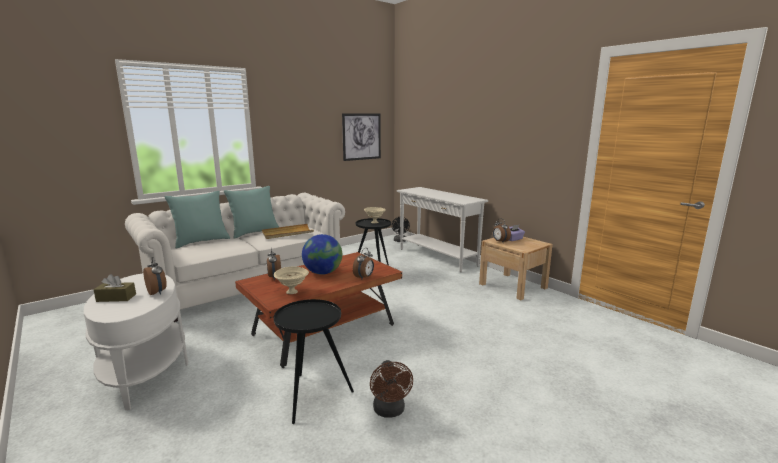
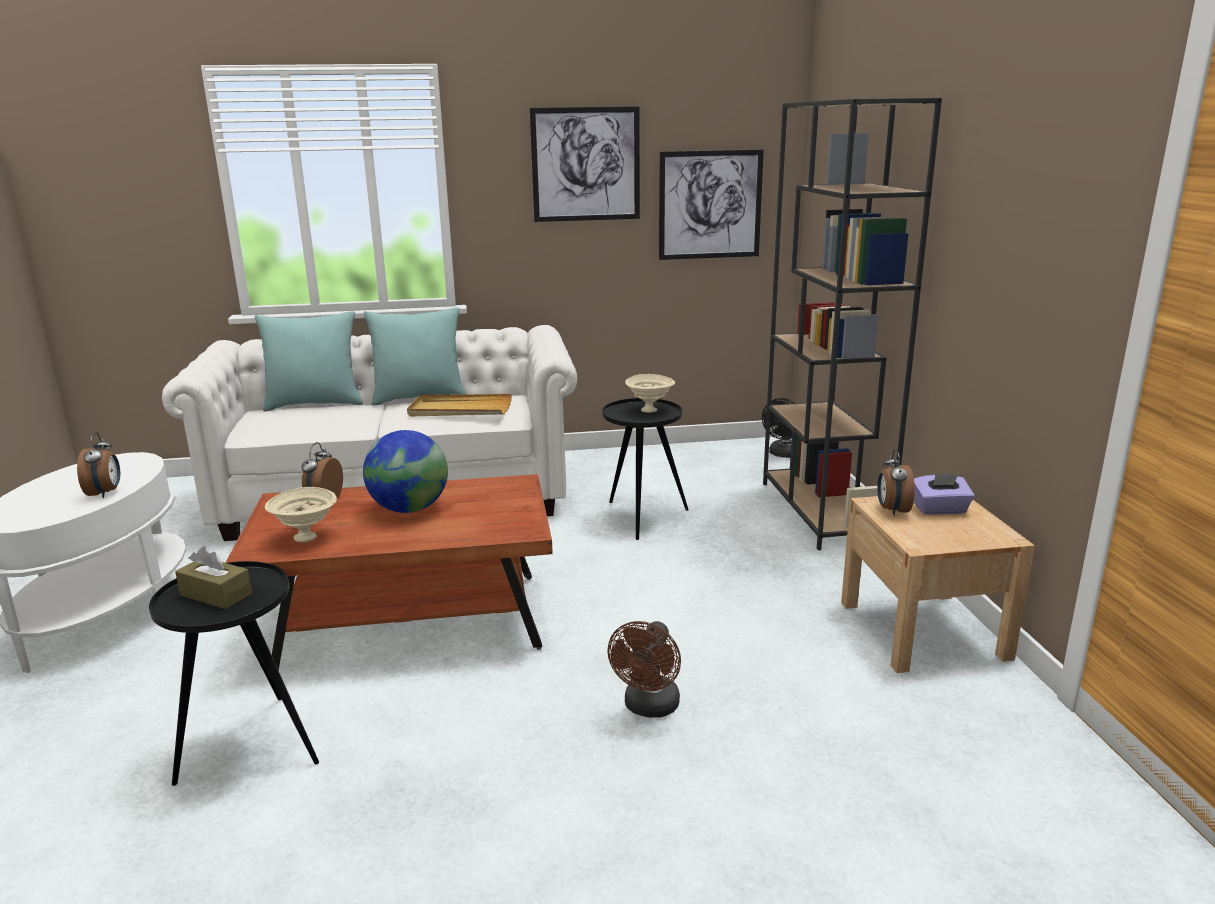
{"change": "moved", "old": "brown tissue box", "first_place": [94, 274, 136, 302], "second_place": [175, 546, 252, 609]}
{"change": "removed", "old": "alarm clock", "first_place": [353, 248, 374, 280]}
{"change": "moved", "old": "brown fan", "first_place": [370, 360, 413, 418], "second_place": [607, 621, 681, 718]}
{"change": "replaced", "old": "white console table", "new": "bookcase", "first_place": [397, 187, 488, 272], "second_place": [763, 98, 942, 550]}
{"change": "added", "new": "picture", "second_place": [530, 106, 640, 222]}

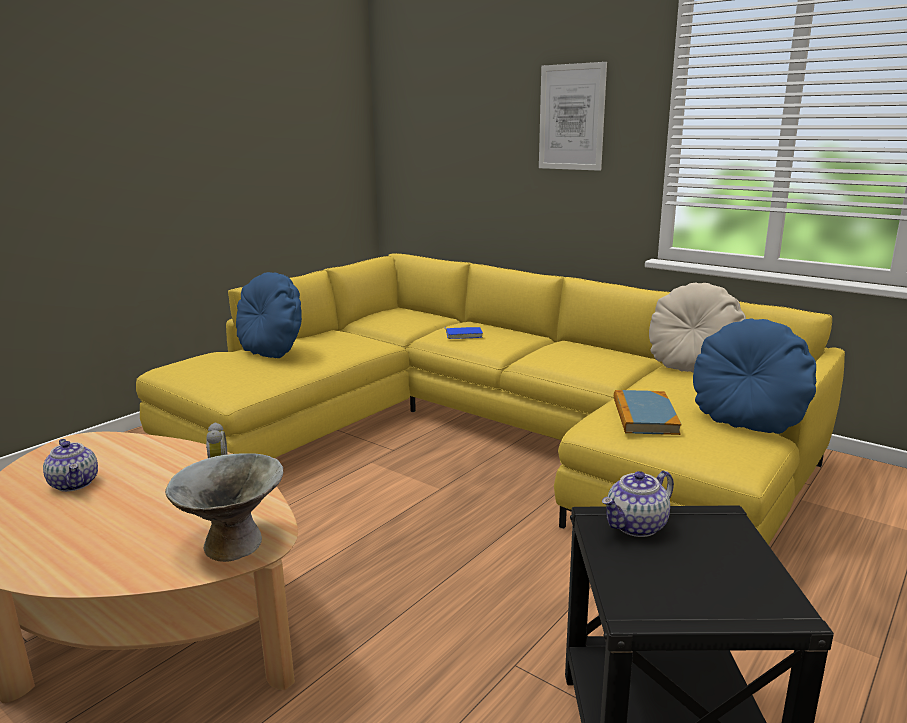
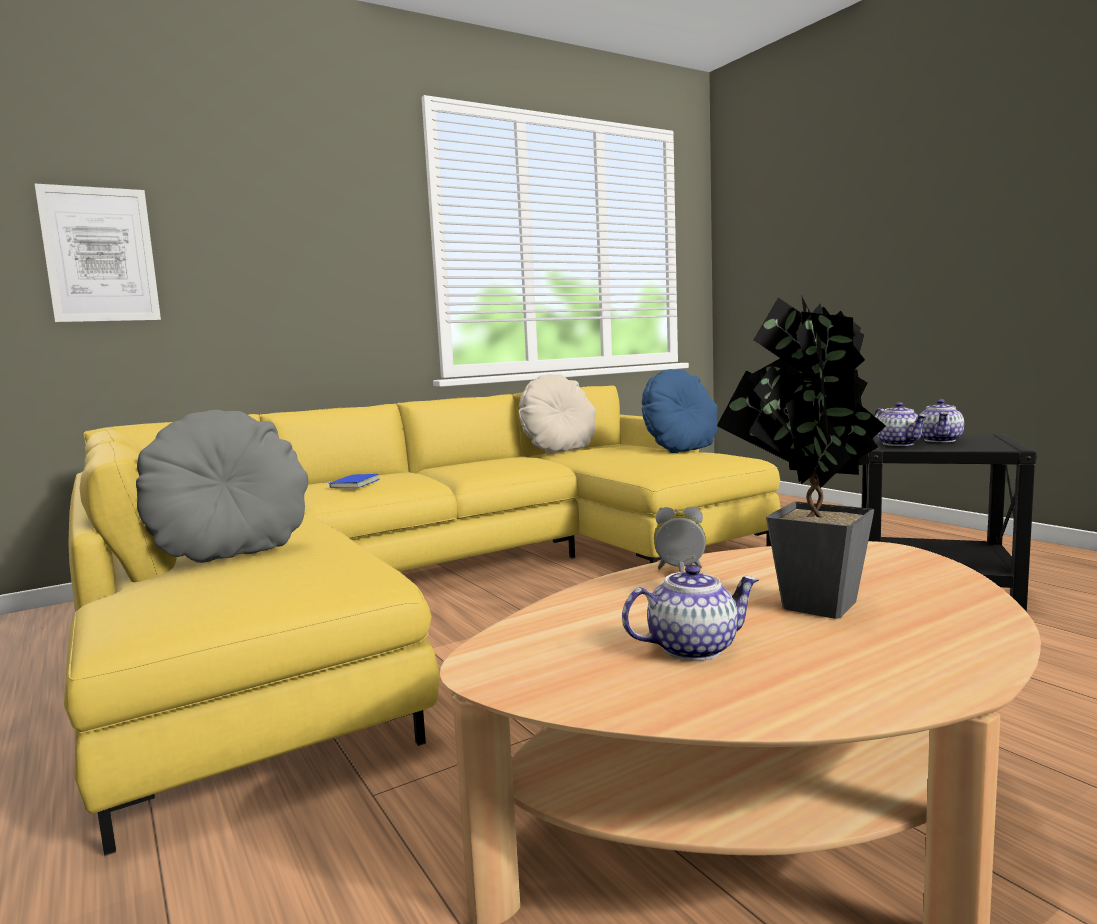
{"change": "removed", "old": "grey bowl", "first_place": [165, 453, 284, 562]}
{"change": "recoloured", "old": "blue pillow", "new": "grey pillow", "first_place": [236, 272, 302, 358], "second_place": [136, 410, 308, 563]}
{"change": "moved", "old": "picture", "first_place": [539, 62, 607, 171], "second_place": [35, 184, 161, 322]}
{"change": "removed", "old": "book", "first_place": [614, 390, 682, 435]}
{"change": "added", "new": "potted plant", "second_place": [717, 295, 886, 619]}
{"change": "added", "new": "teapot", "second_place": [920, 399, 964, 442]}

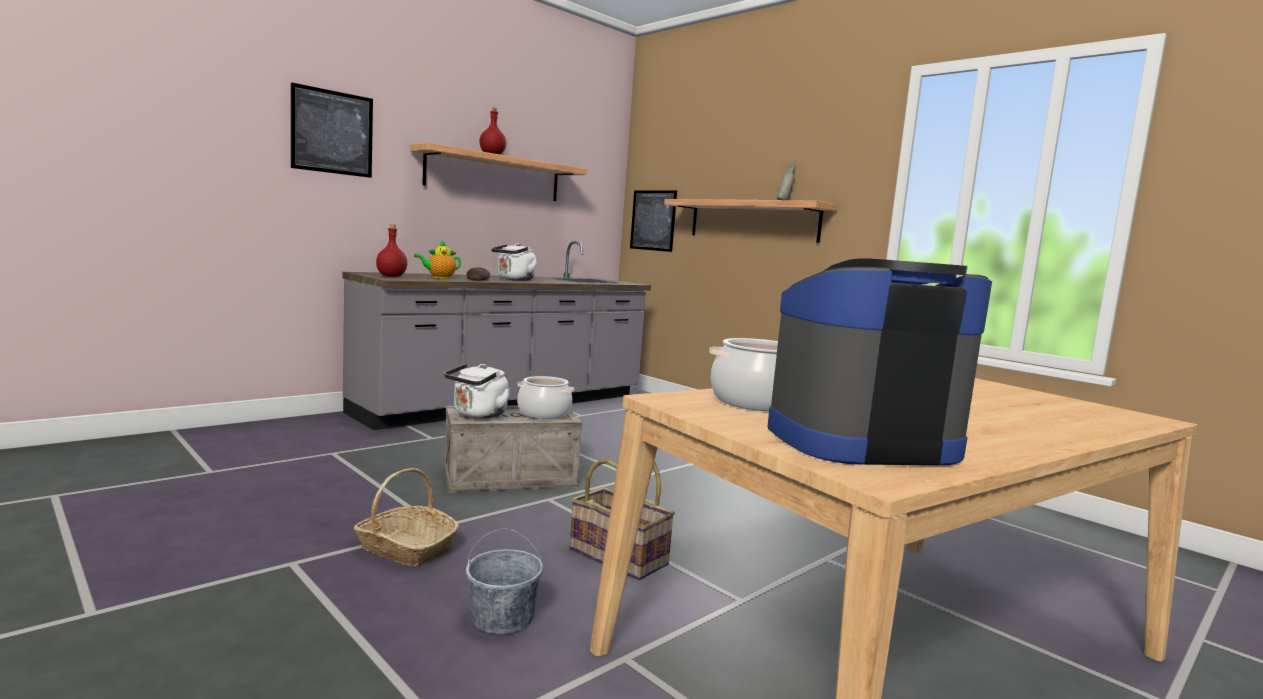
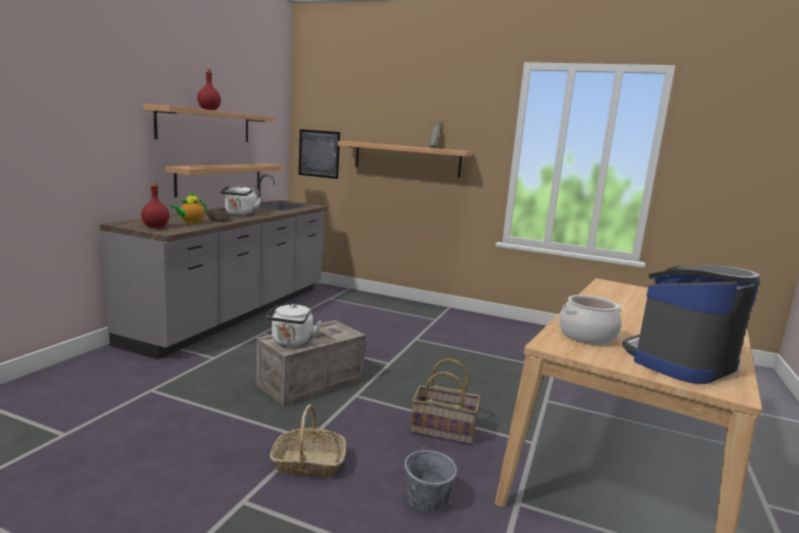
{"change": "removed", "old": "picture", "first_place": [291, 83, 373, 178]}
{"change": "removed", "old": "cooking pot", "first_place": [517, 376, 574, 419]}
{"change": "added", "new": "shelf", "second_place": [165, 164, 285, 197]}

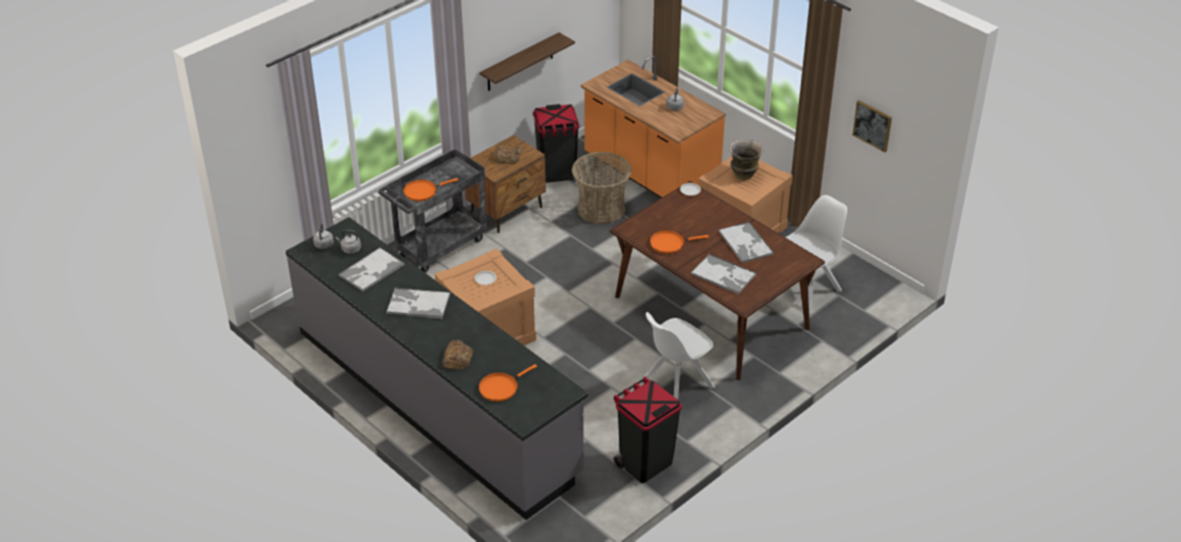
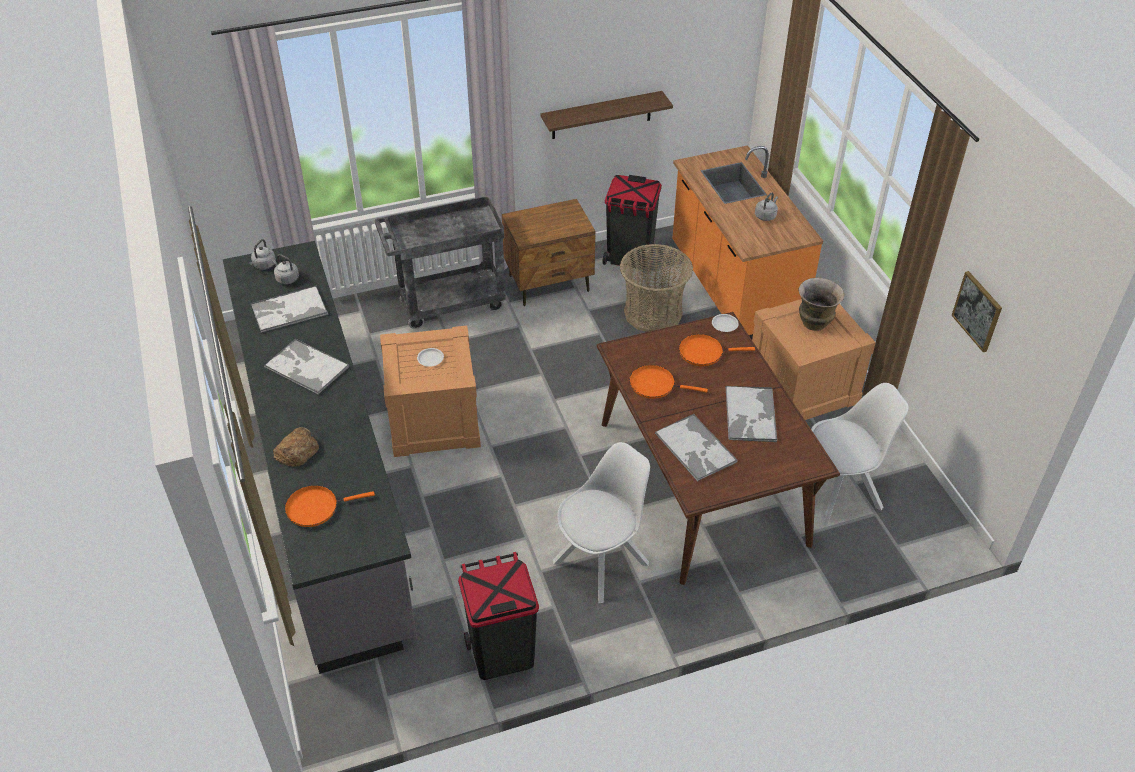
{"change": "moved", "old": "orange frying pan", "first_place": [403, 178, 458, 201], "second_place": [679, 334, 755, 366]}
{"change": "removed", "old": "bread", "first_place": [493, 146, 521, 164]}
{"change": "turned", "old": "white chair", "first_place": [641, 312, 715, 400], "second_place": [553, 442, 650, 603], "degrees": 150}

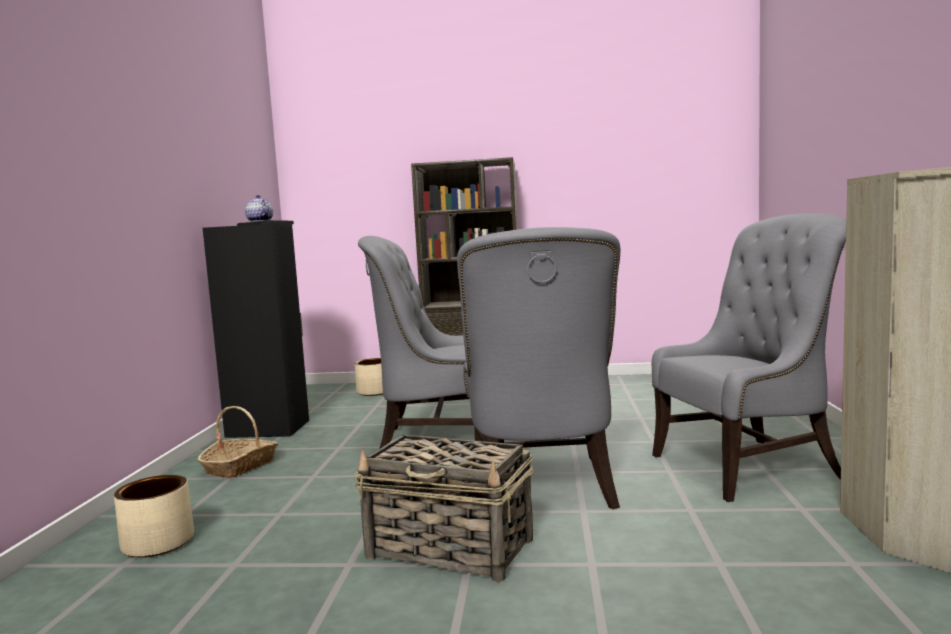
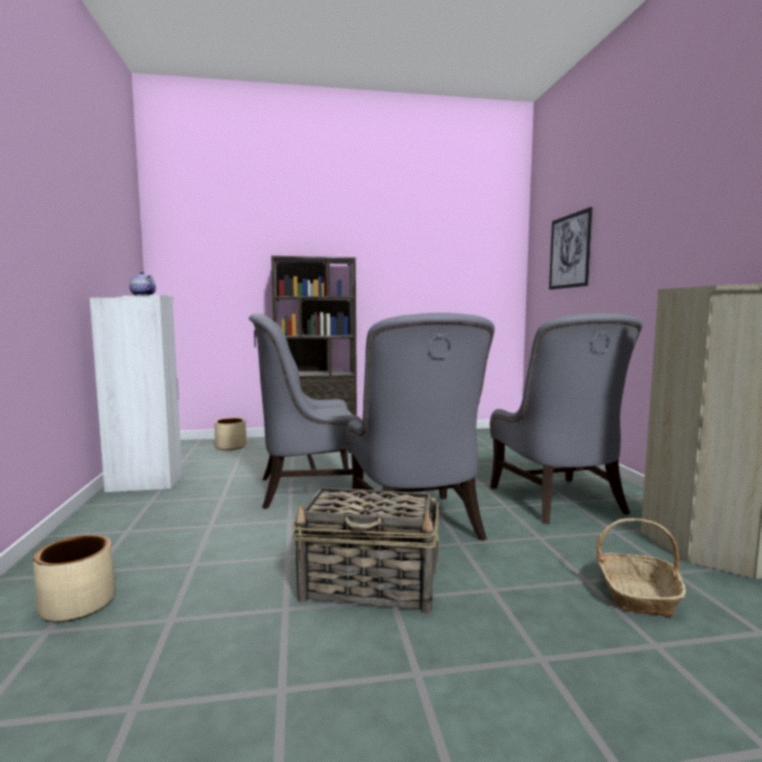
{"change": "moved", "old": "basket", "first_place": [198, 406, 278, 478], "second_place": [596, 518, 686, 617]}
{"change": "recoloured", "old": "black cabinet", "new": "white cabinet", "first_place": [203, 220, 309, 438], "second_place": [90, 295, 182, 492]}
{"change": "turned", "old": "grey chair", "first_place": [652, 213, 846, 502], "second_place": [490, 313, 643, 524], "degrees": 105}
{"change": "added", "new": "picture", "second_place": [549, 207, 592, 290]}

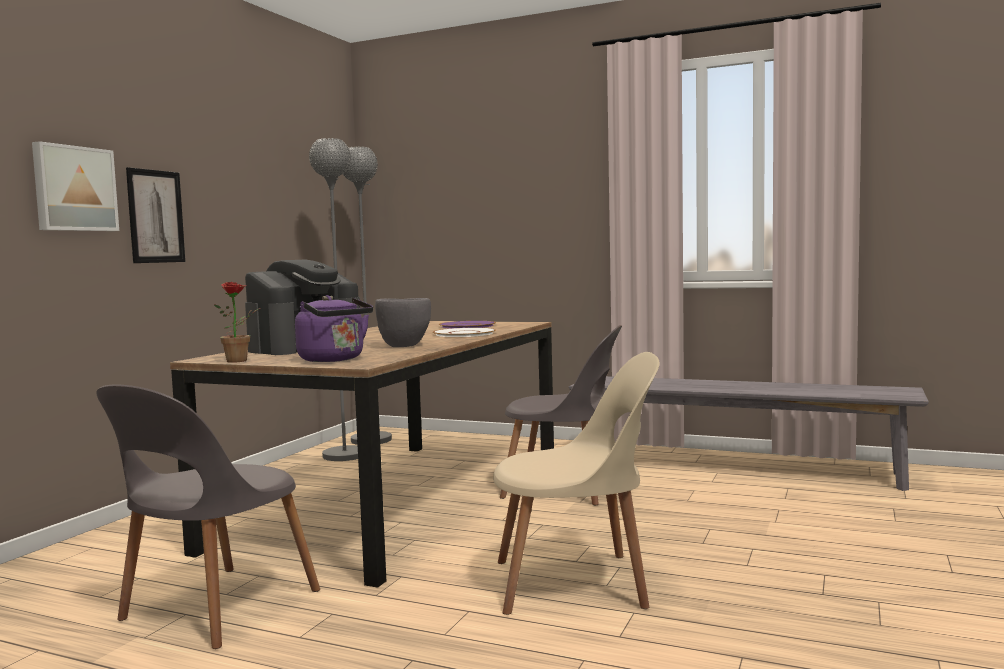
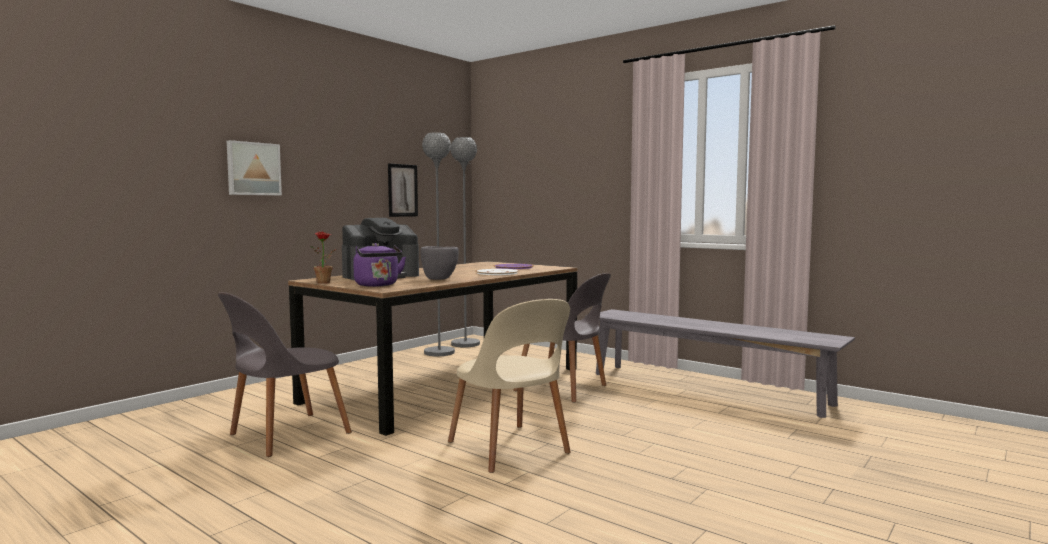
{"change": "moved", "old": "picture", "first_place": [126, 167, 185, 263], "second_place": [388, 163, 418, 217]}
{"change": "turned", "old": "beige chair", "first_place": [493, 352, 660, 615], "second_place": [448, 299, 571, 473], "degrees": 45}

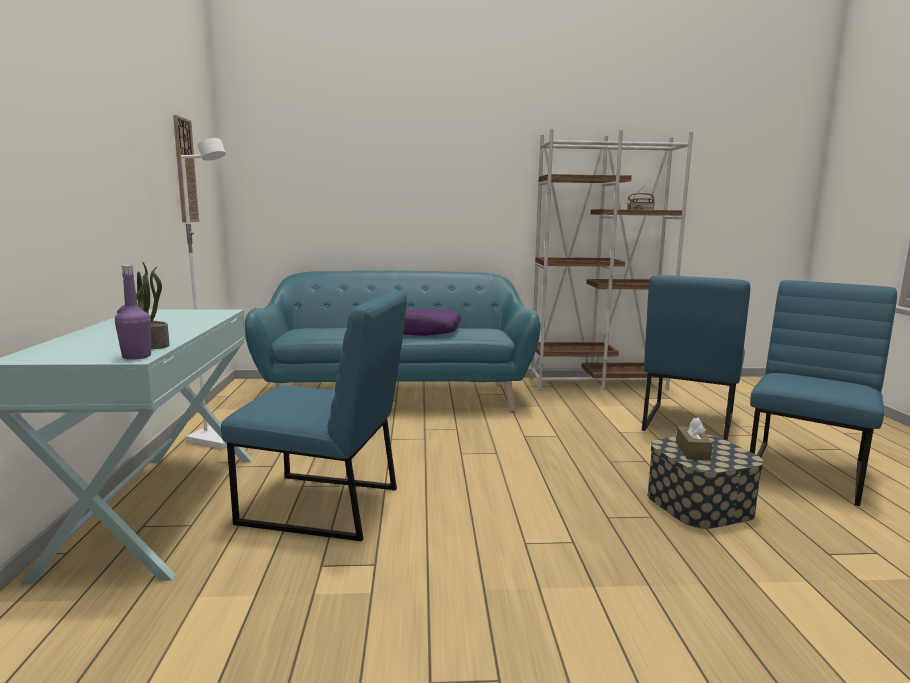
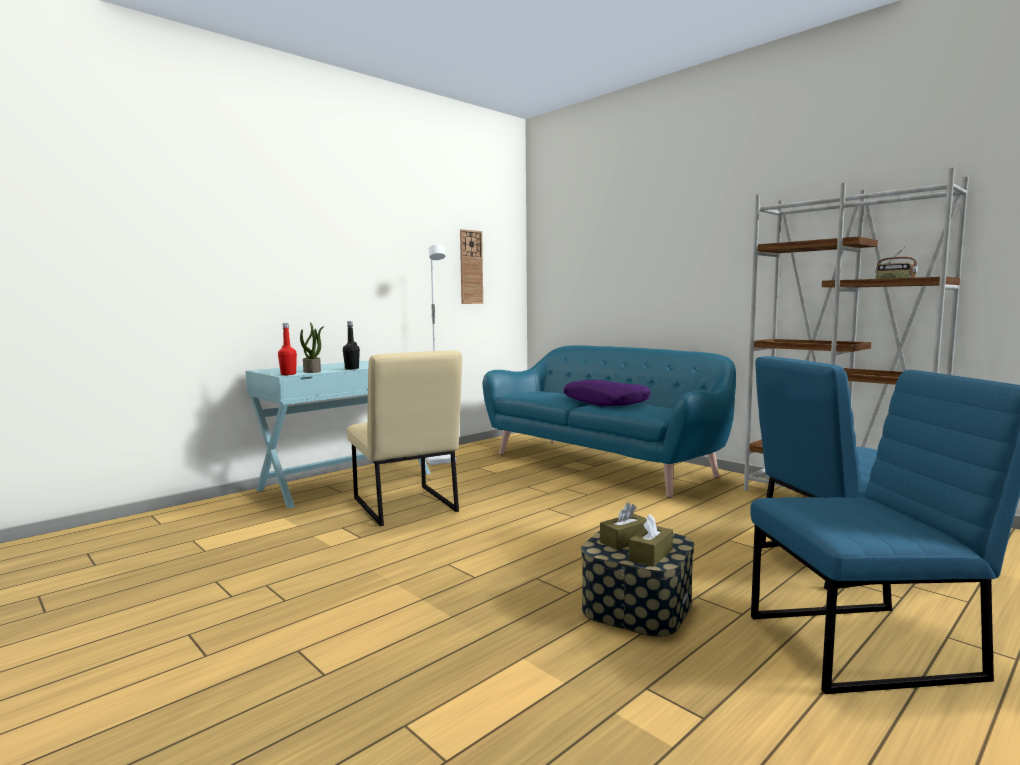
{"change": "recoloured", "old": "purple bottle", "new": "red bottle", "first_place": [115, 265, 151, 360], "second_place": [278, 323, 297, 375]}
{"change": "recoloured", "old": "blue chair", "new": "beige chair", "first_place": [221, 291, 407, 541], "second_place": [347, 350, 462, 526]}
{"change": "added", "new": "black bottle", "second_place": [343, 321, 360, 369]}
{"change": "added", "new": "brown tissue box", "second_place": [629, 514, 673, 567]}

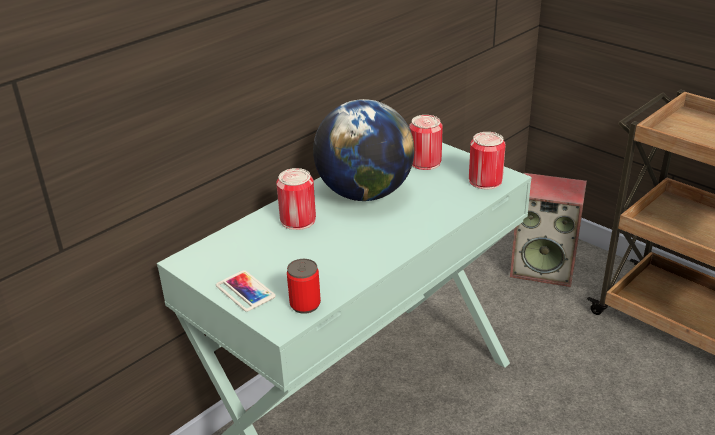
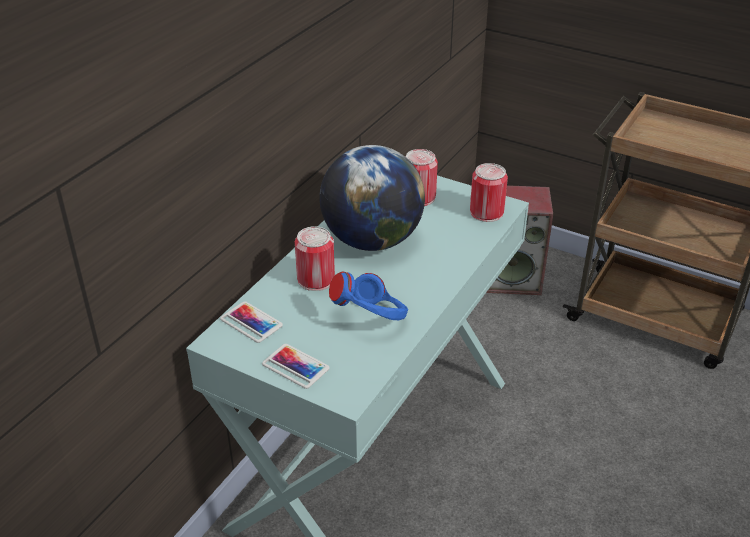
{"change": "removed", "old": "can", "first_place": [287, 259, 321, 314]}
{"change": "added", "new": "phone", "second_place": [220, 301, 283, 343]}
{"change": "added", "new": "blue headphones", "second_place": [329, 271, 408, 320]}

